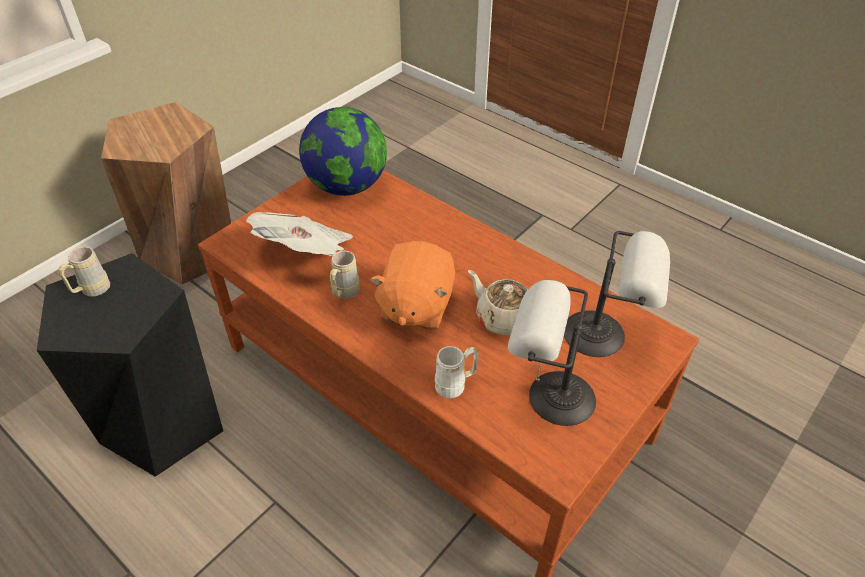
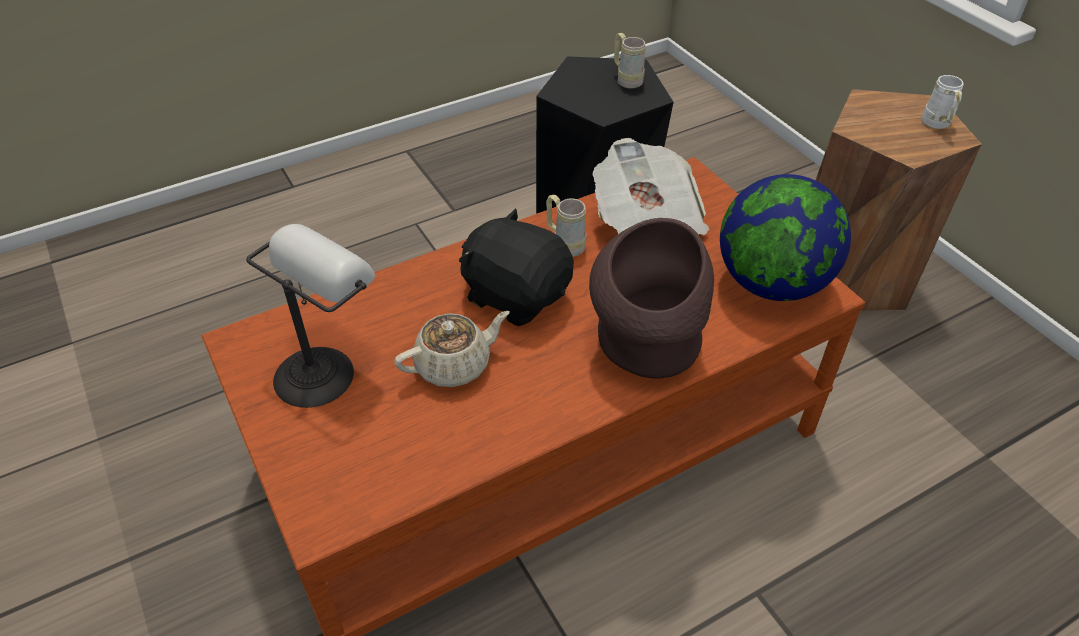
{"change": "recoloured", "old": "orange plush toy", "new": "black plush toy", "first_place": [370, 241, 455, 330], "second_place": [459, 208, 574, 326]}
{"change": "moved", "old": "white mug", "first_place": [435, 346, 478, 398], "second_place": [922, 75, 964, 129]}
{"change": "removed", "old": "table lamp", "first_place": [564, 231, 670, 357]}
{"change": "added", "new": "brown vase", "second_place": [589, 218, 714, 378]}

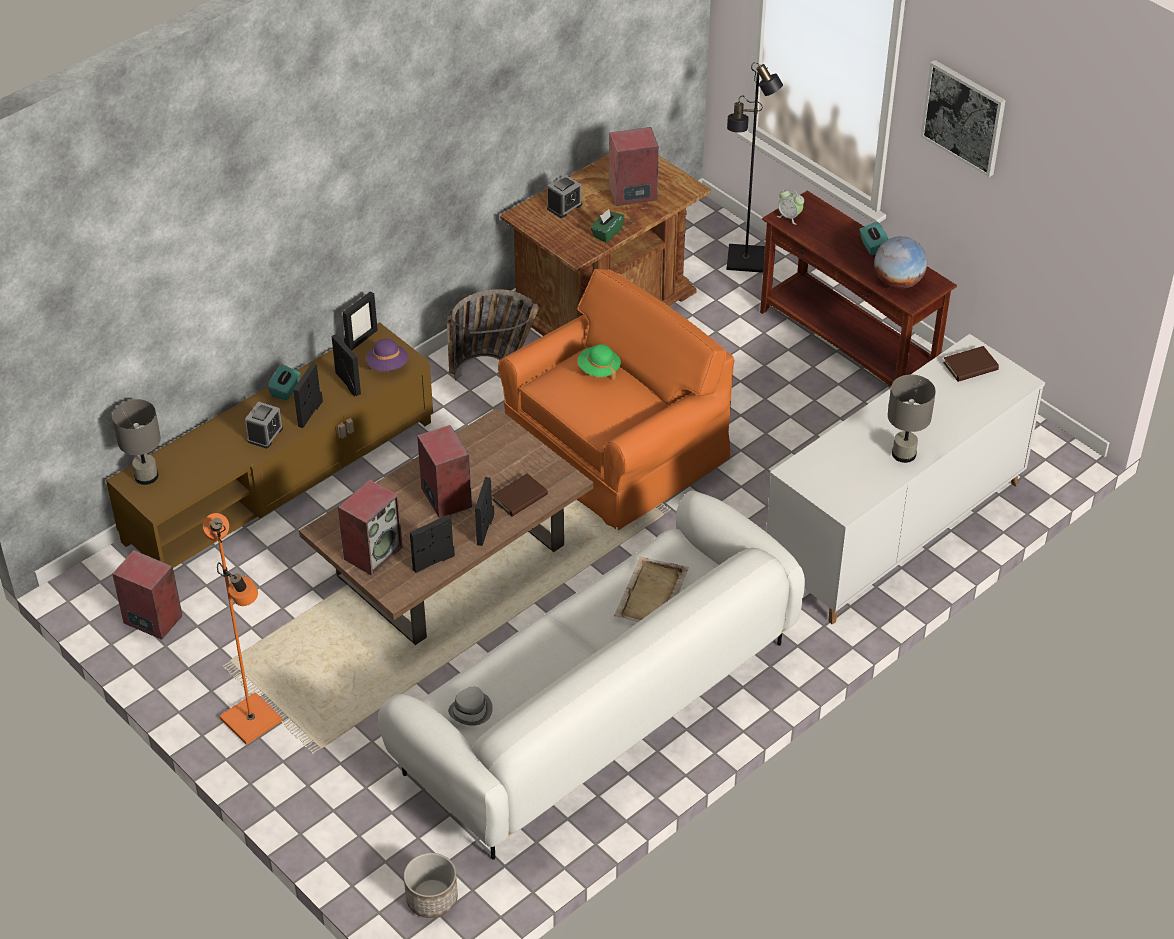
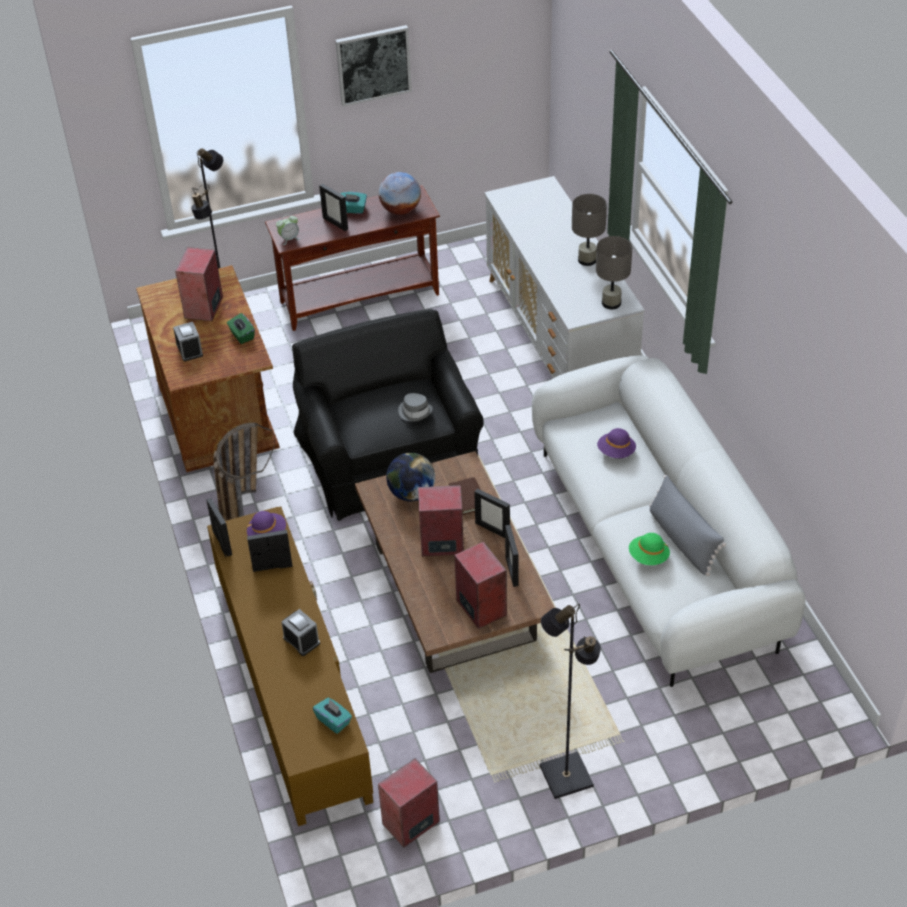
{"change": "moved", "old": "grey table lamp", "first_place": [112, 399, 161, 485], "second_place": [596, 236, 632, 309]}
{"change": "recoloured", "old": "orange floor lamp", "new": "black floor lamp", "first_place": [202, 513, 283, 745], "second_place": [540, 604, 601, 799]}
{"change": "moved", "old": "turquoise tissue box", "first_place": [268, 365, 301, 400], "second_place": [313, 697, 352, 734]}
{"change": "moved", "old": "picture frame", "first_place": [293, 363, 323, 428], "second_place": [319, 184, 348, 231]}
{"change": "removed", "old": "planter", "first_place": [404, 853, 458, 918]}
{"change": "moved", "old": "grey hat", "first_place": [448, 687, 493, 726], "second_place": [398, 393, 433, 422]}
{"change": "recoloured", "old": "orange armchair", "new": "black armchair", "first_place": [498, 269, 734, 530], "second_place": [292, 309, 484, 521]}
{"change": "moved", "old": "green hat", "first_place": [578, 344, 621, 380], "second_place": [629, 533, 670, 565]}
{"change": "replaced", "old": "beige tray", "new": "purple hat", "first_place": [614, 556, 689, 622], "second_place": [597, 428, 636, 458]}
{"change": "removed", "old": "brown book", "first_place": [943, 346, 999, 382]}
{"change": "added", "new": "globe", "second_place": [386, 453, 435, 502]}
{"change": "added", "new": "grey pillow", "second_place": [649, 475, 726, 576]}

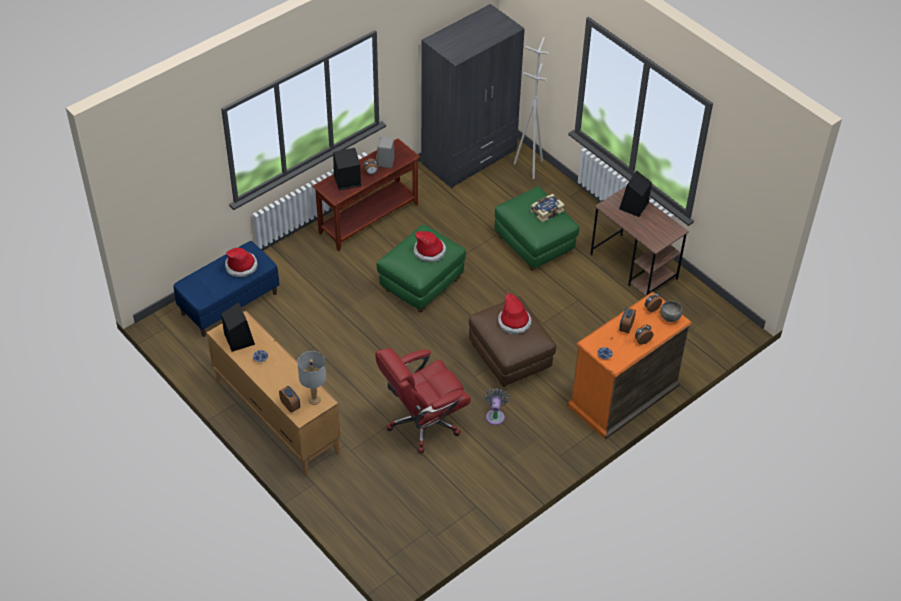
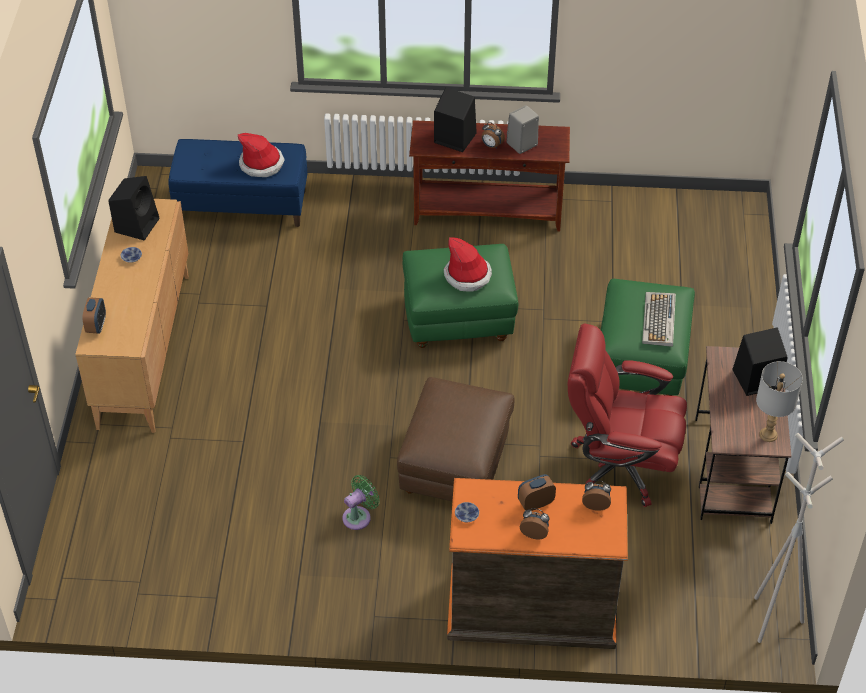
{"change": "moved", "old": "grey table lamp", "first_place": [297, 351, 326, 405], "second_place": [756, 361, 803, 442]}
{"change": "moved", "old": "red office chair", "first_place": [375, 348, 471, 453], "second_place": [568, 324, 687, 507]}
{"change": "removed", "old": "grey wardrobe", "first_place": [421, 4, 525, 188]}
{"change": "recoloured", "old": "grey fan", "new": "green fan", "first_place": [484, 388, 510, 425], "second_place": [342, 475, 380, 530]}
{"change": "removed", "old": "hat", "first_place": [498, 293, 532, 335]}
{"change": "moved", "old": "grey clothes rack", "first_place": [514, 37, 549, 179], "second_place": [754, 433, 844, 643]}
{"change": "replaced", "old": "book", "new": "keyboard", "first_place": [530, 194, 565, 223], "second_place": [642, 292, 676, 347]}
{"change": "removed", "old": "grey bowl", "first_place": [660, 301, 683, 322]}

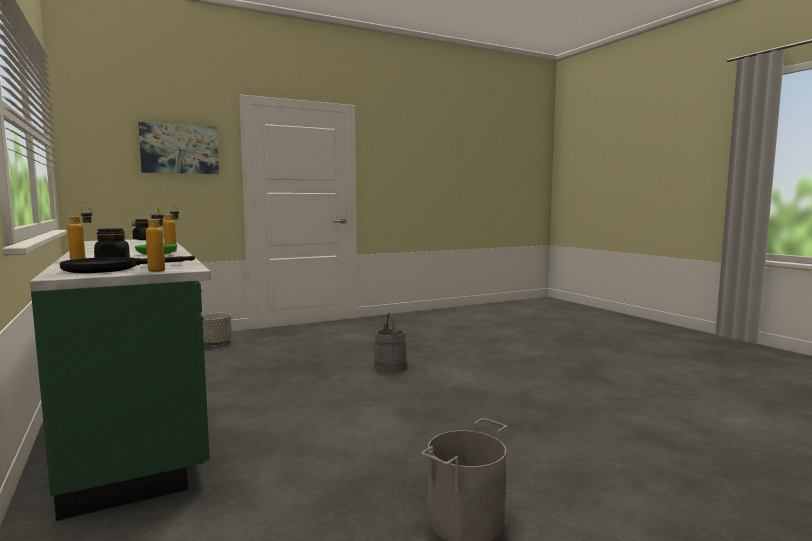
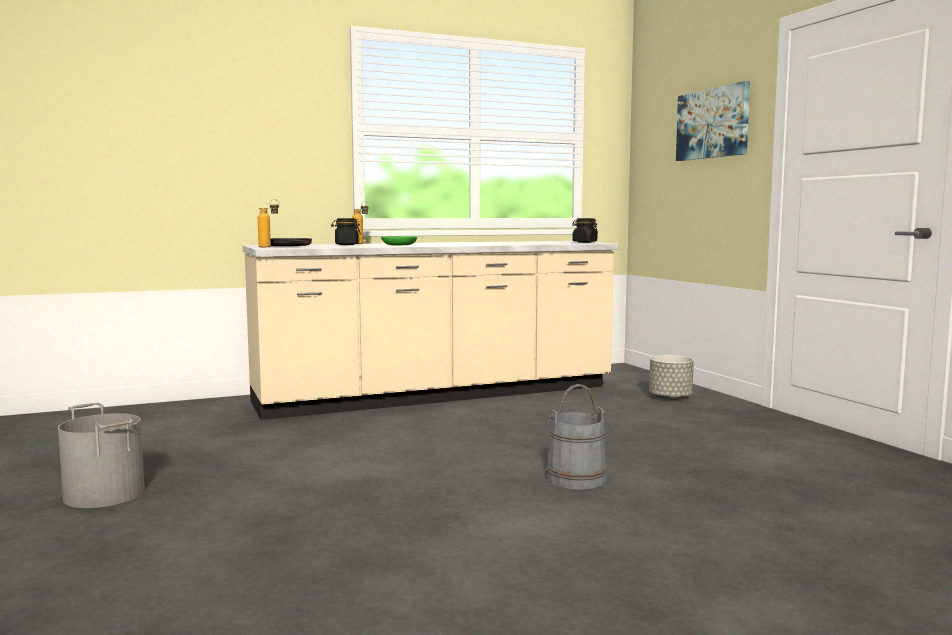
{"change": "recoloured", "old": "green counter", "new": "beige counter", "first_place": [30, 239, 211, 521], "second_place": [243, 241, 618, 420]}
{"change": "removed", "old": "bottle", "first_place": [163, 206, 179, 252]}

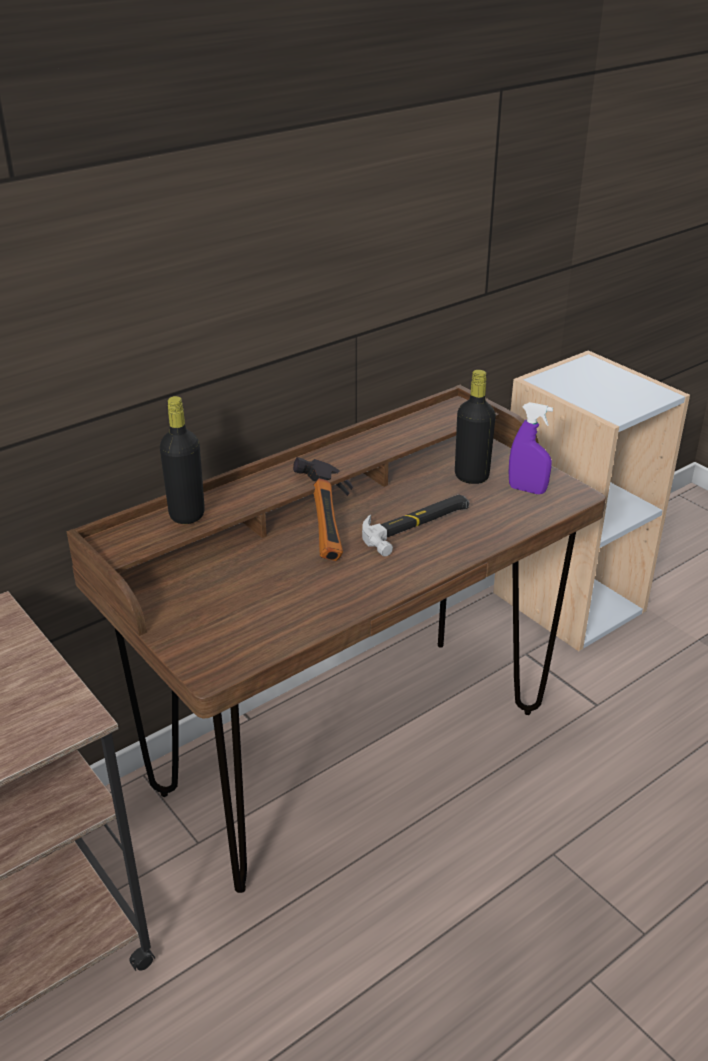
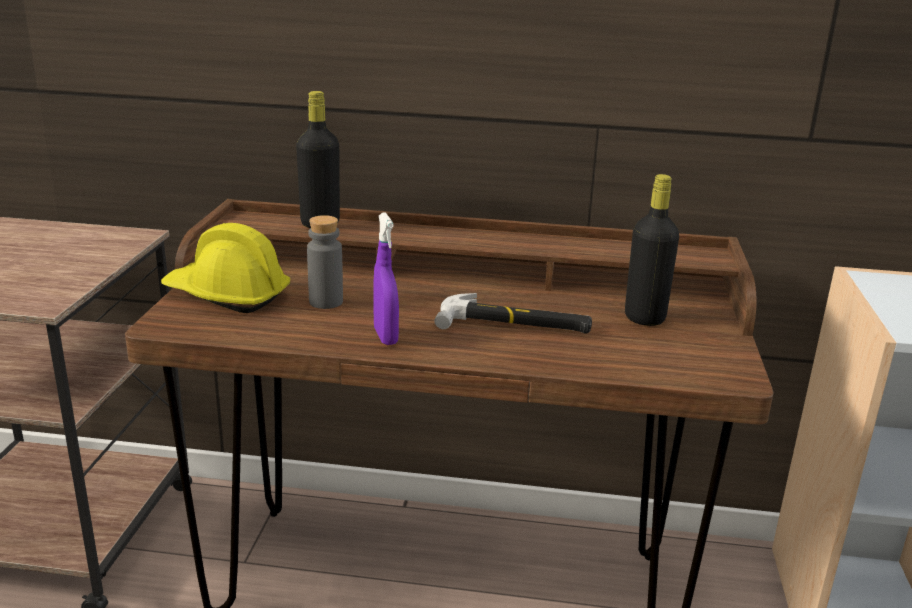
{"change": "removed", "old": "hammer", "first_place": [293, 457, 353, 561]}
{"change": "moved", "old": "purple spray bottle", "first_place": [509, 402, 553, 494], "second_place": [373, 212, 399, 345]}
{"change": "added", "new": "yellow hard hat", "second_place": [161, 223, 290, 313]}
{"change": "added", "new": "grey bottle", "second_place": [307, 215, 343, 309]}

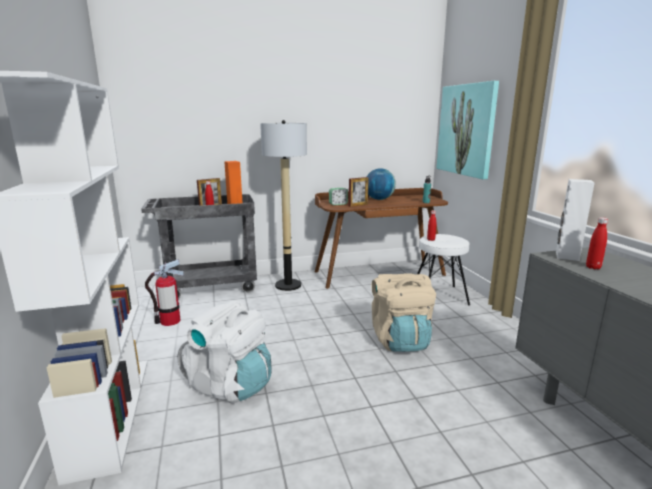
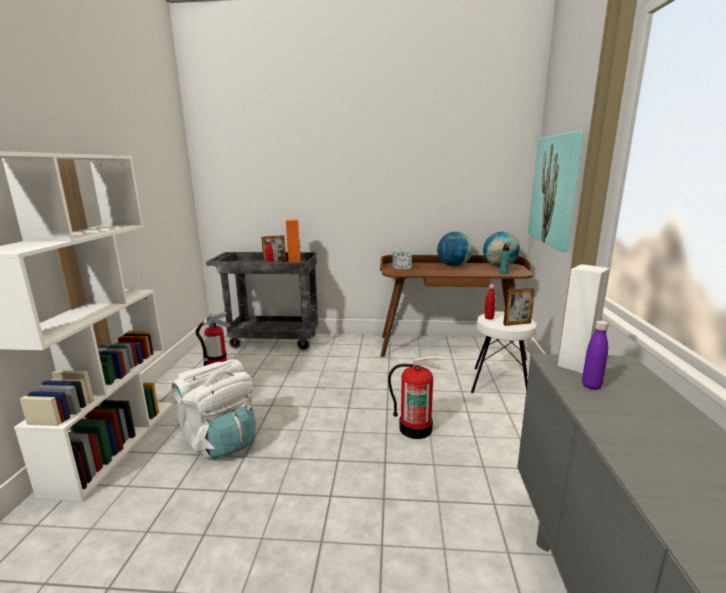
{"change": "removed", "old": "floor lamp", "first_place": [260, 120, 307, 291]}
{"change": "moved", "old": "picture frame", "first_place": [349, 177, 369, 207], "second_place": [503, 288, 535, 326]}
{"change": "replaced", "old": "beige backpack", "new": "fire extinguisher", "first_place": [371, 274, 436, 352], "second_place": [388, 356, 449, 439]}
{"change": "recoloured", "old": "red bottle", "new": "purple bottle", "first_place": [586, 217, 608, 269], "second_place": [582, 321, 609, 390]}
{"change": "added", "new": "globe", "second_place": [483, 232, 520, 267]}

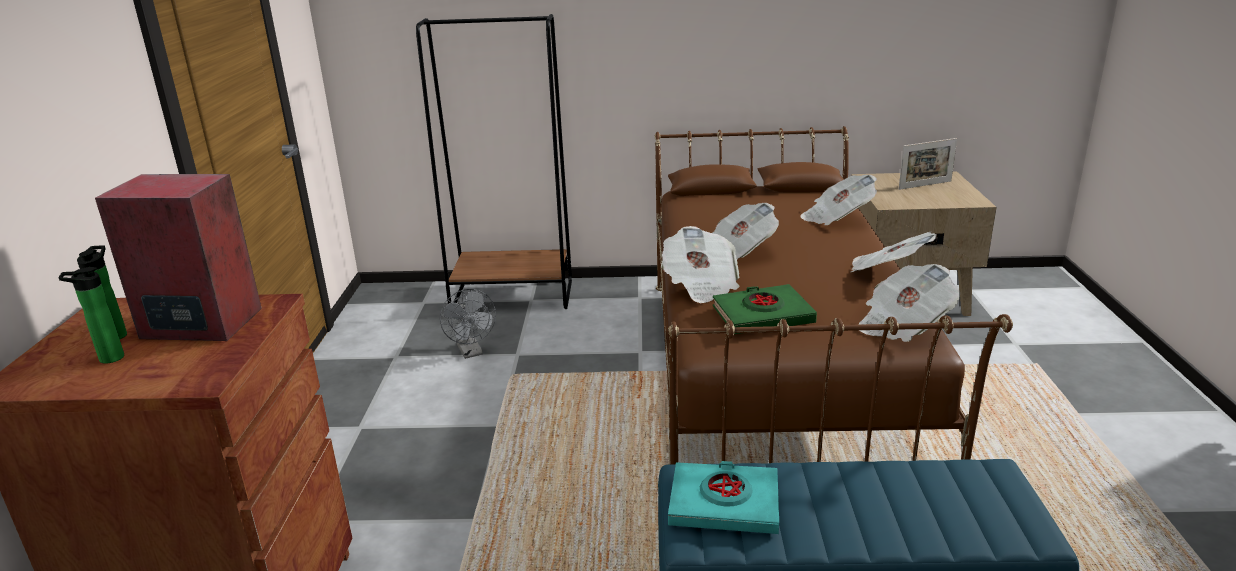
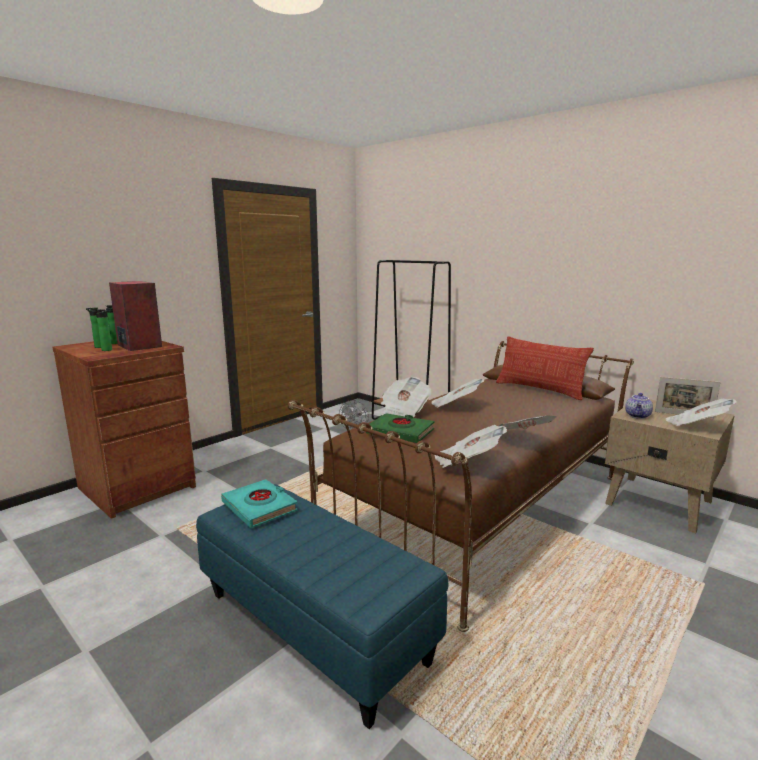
{"change": "moved", "old": "newspaper", "first_place": [801, 175, 877, 225], "second_place": [665, 399, 737, 426]}
{"change": "added", "new": "bottle", "second_place": [96, 309, 112, 351]}
{"change": "added", "new": "pillow", "second_place": [496, 336, 594, 400]}
{"change": "added", "new": "teapot", "second_place": [625, 393, 653, 419]}

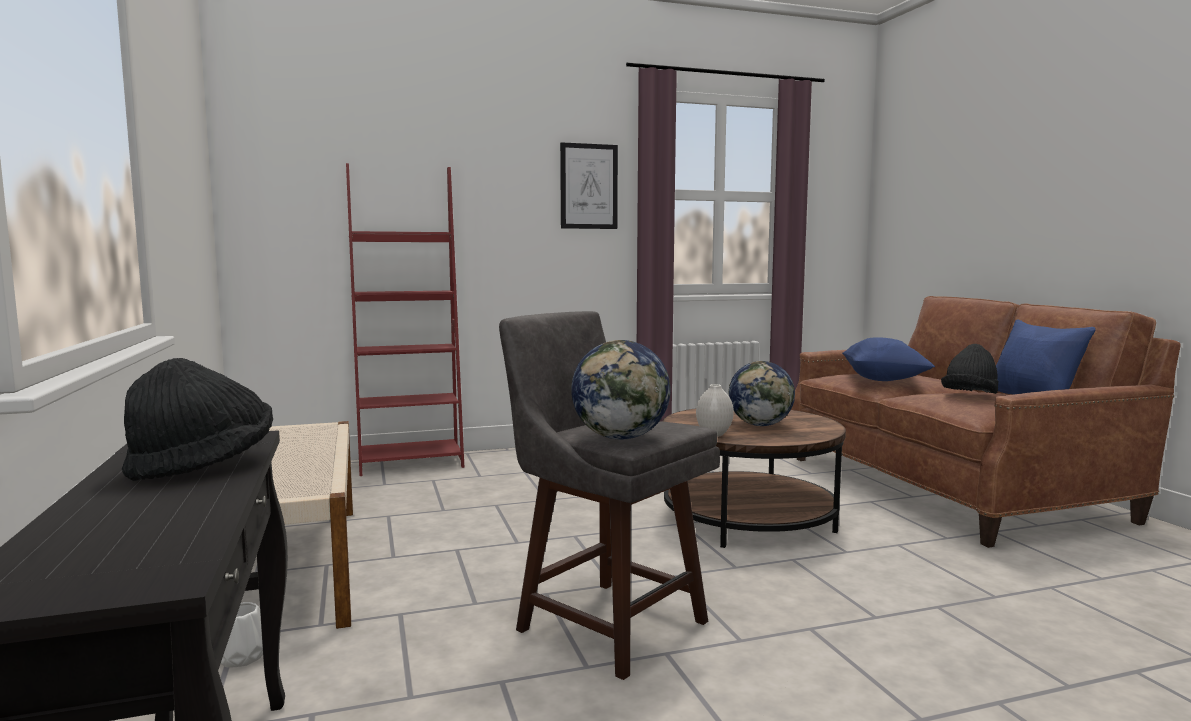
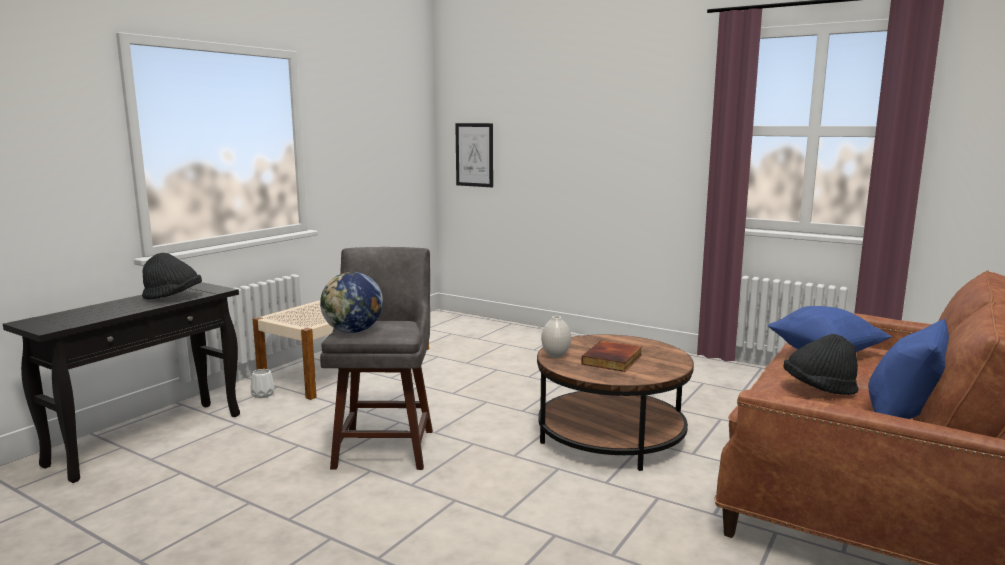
{"change": "removed", "old": "red bookcase", "first_place": [346, 163, 464, 476]}
{"change": "moved", "old": "picture", "first_place": [560, 142, 618, 229], "second_place": [455, 123, 493, 187]}
{"change": "replaced", "old": "globe", "new": "book", "first_place": [729, 361, 795, 426], "second_place": [582, 341, 642, 372]}

